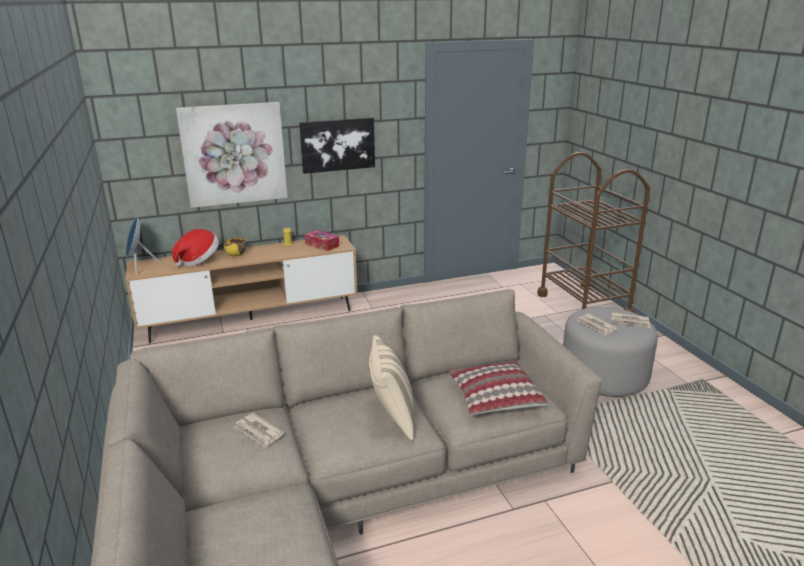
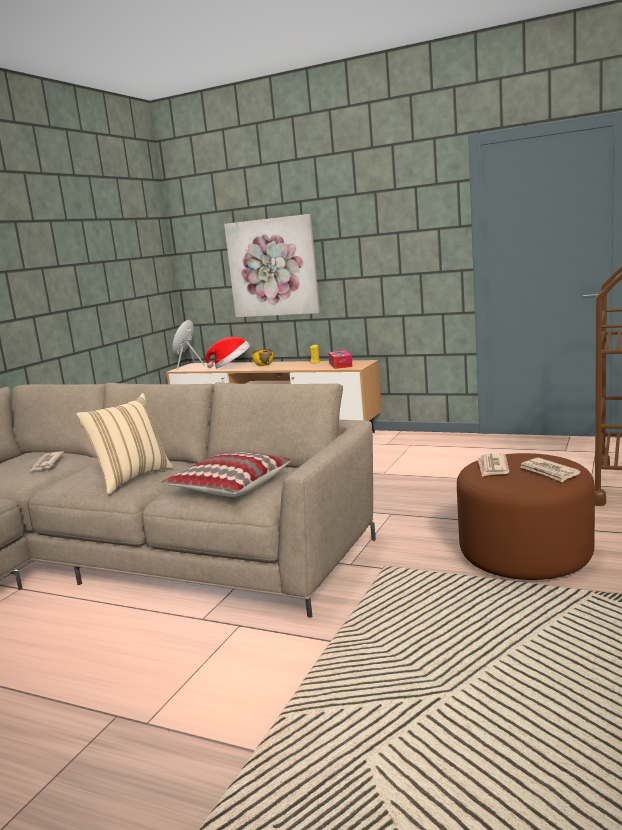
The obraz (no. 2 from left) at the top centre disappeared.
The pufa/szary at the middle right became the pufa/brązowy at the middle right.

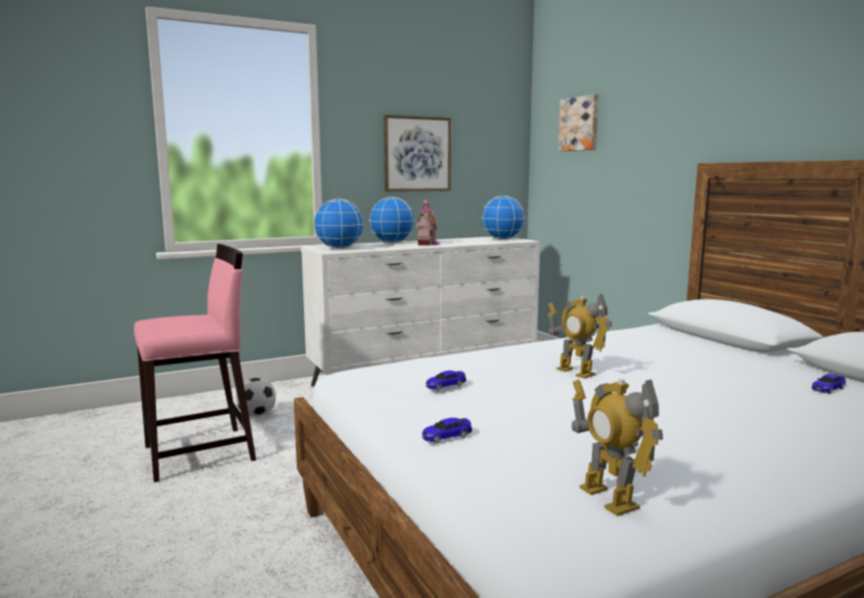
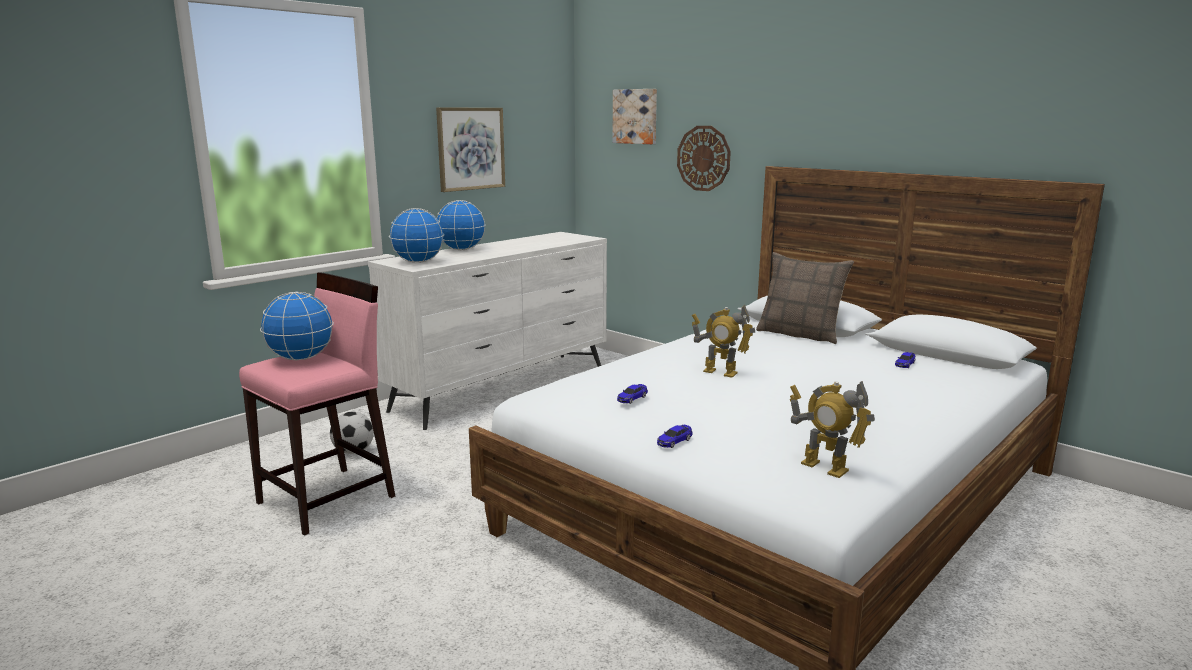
The globus (no. 3 from left in the first image) moved from the centre to the middle left.
The domek at the centre disappeared.
The zegar ścienny at the top centre appeared.
The poduszka at the middle right appeared.

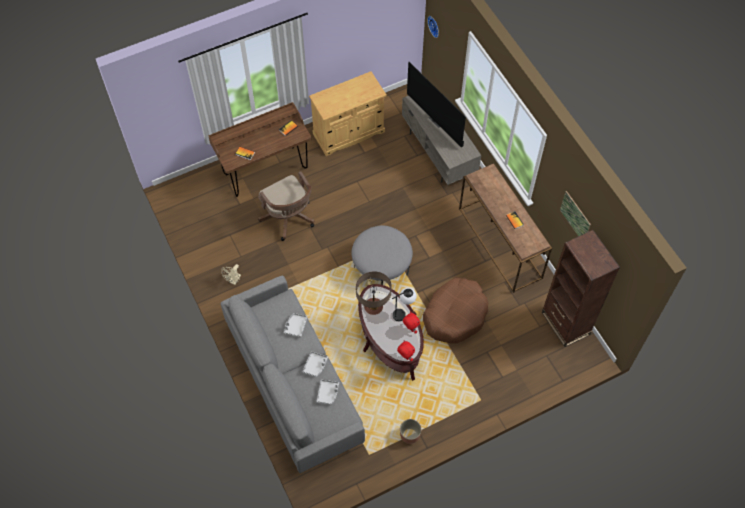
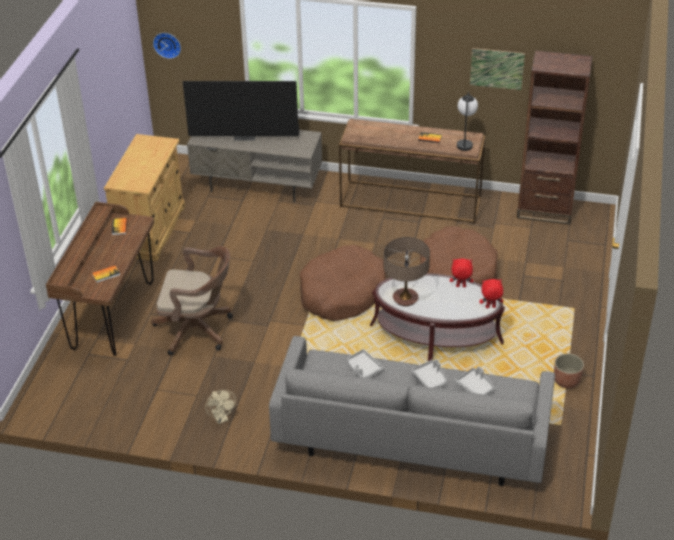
The pufa/szary at the centre was replaced by the legowisko/brązowy (no. 1 from left) at the centre.
The lampa stołowa (no. 2 from left) moved from the centre to the top right.

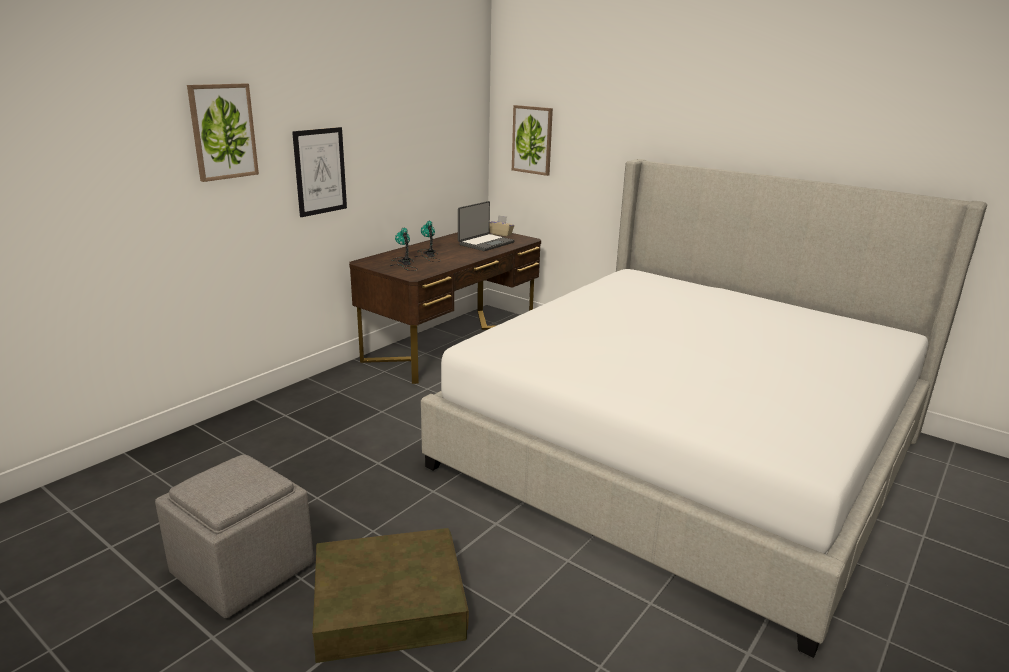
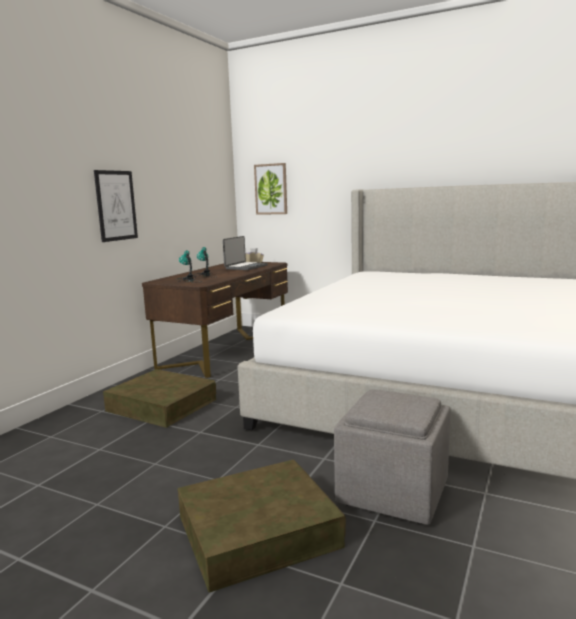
The obraz (no. 1 from left) at the top left disappeared.
The pufa/szary moved from the bottom left to the bottom right.
The pojemnik do przechowywania/brązowy (no. 1 from left) at the middle left appeared.

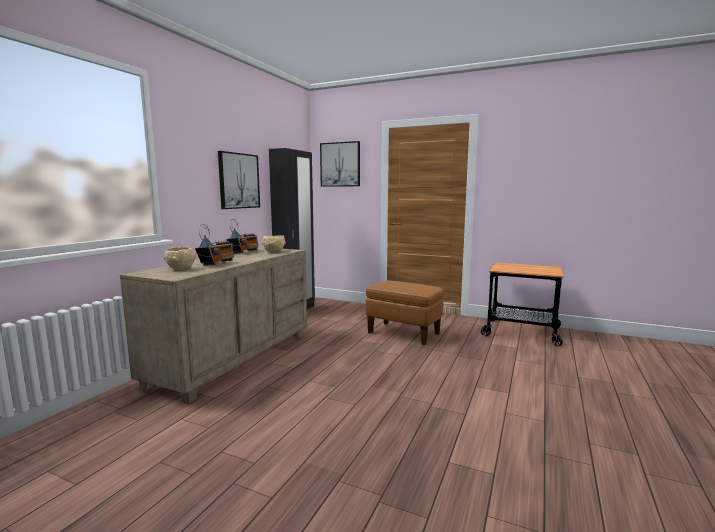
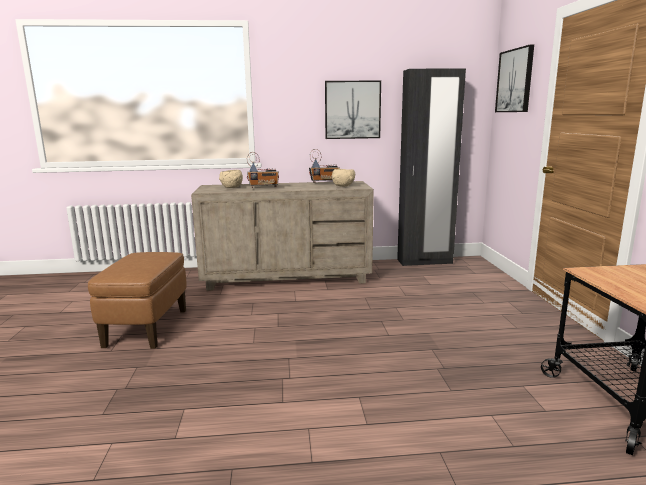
The pufa/brązowy moved from the centre to the middle left.

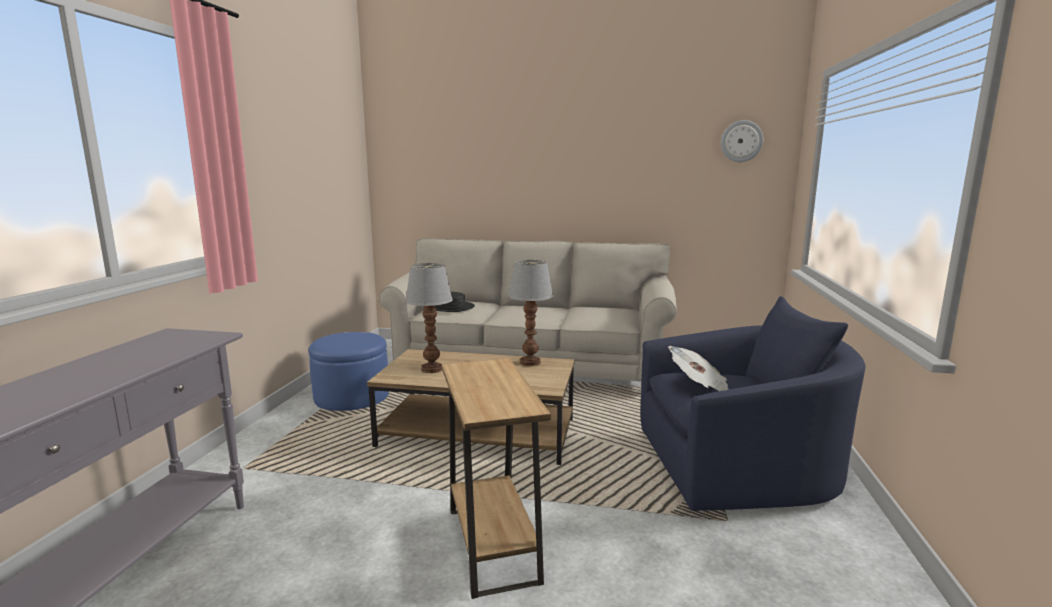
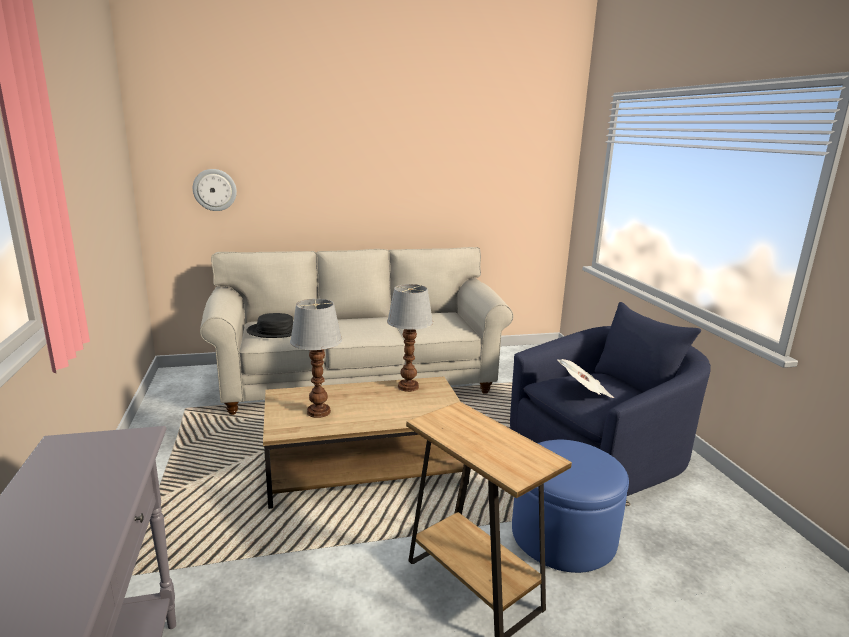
The zegar ścienny moved from the top right to the top left.
The pufa/niebieski moved from the middle left to the bottom right.

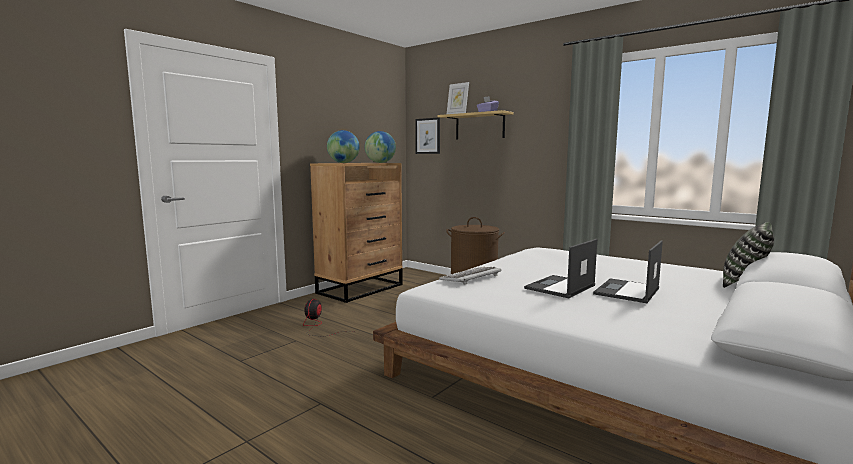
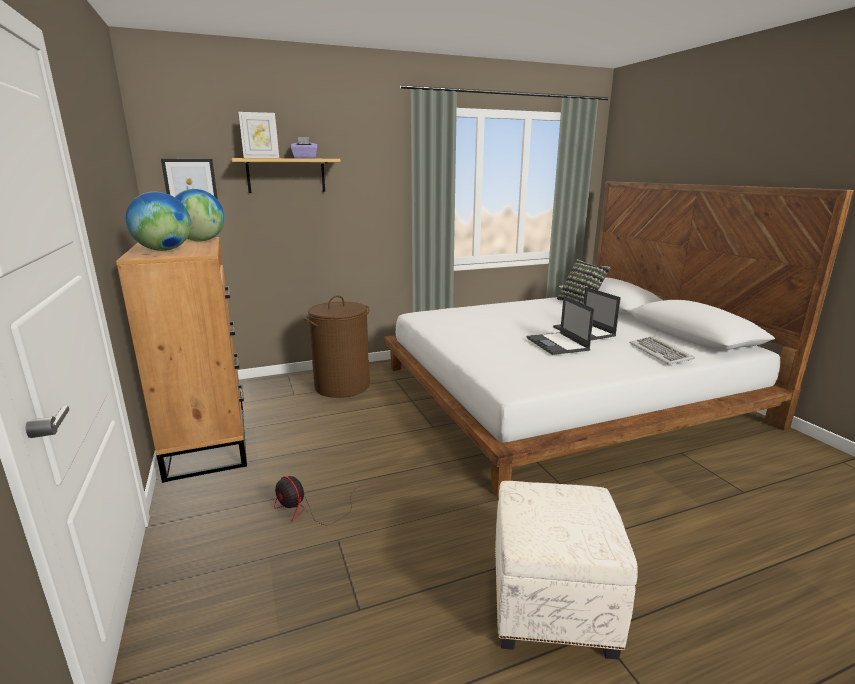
The klawiatura moved from the centre to the middle right.
The pufa/biały at the bottom centre appeared.

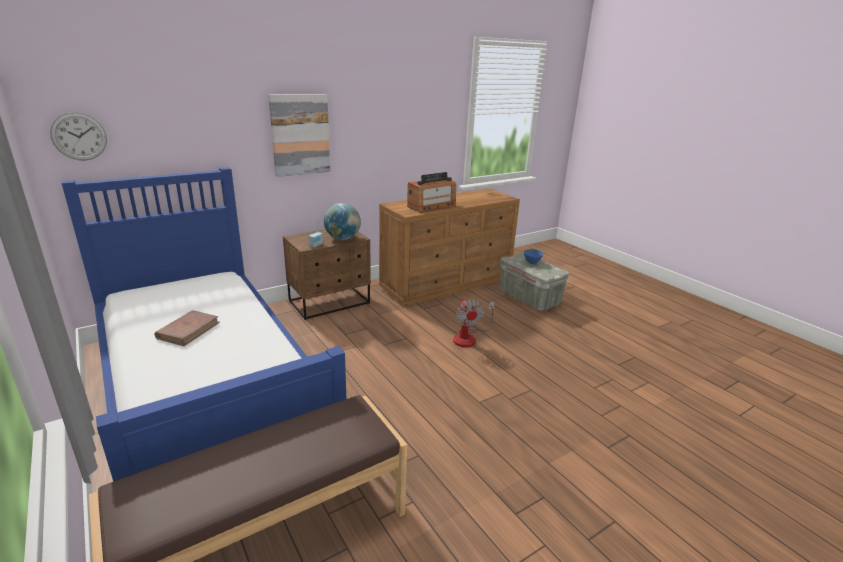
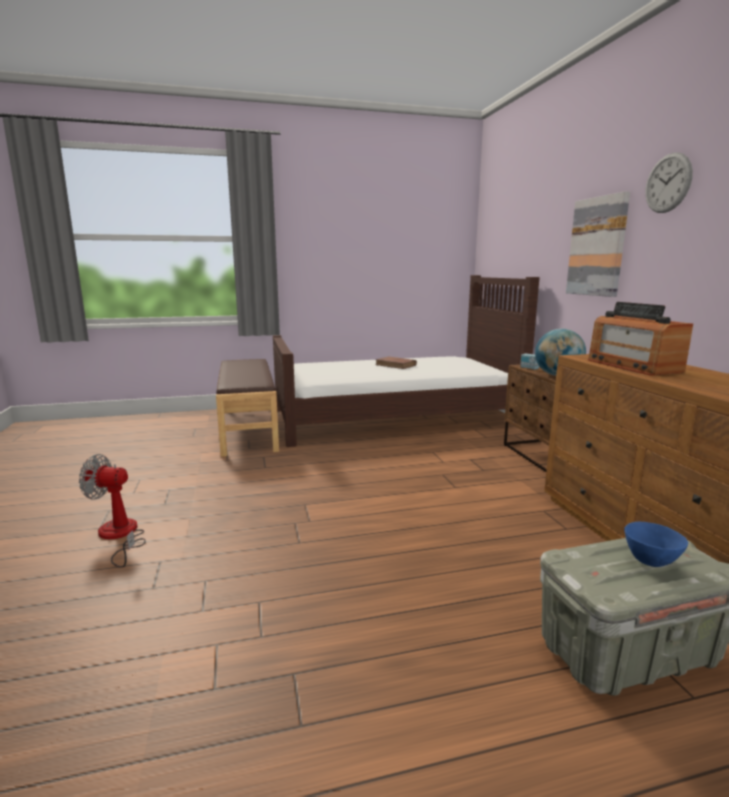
The zegar ścienny moved from the top left to the top right.
The łóżko/niebieski at the middle left became the łóżko/brązowy at the centre.
The wentylator moved from the centre to the middle left.

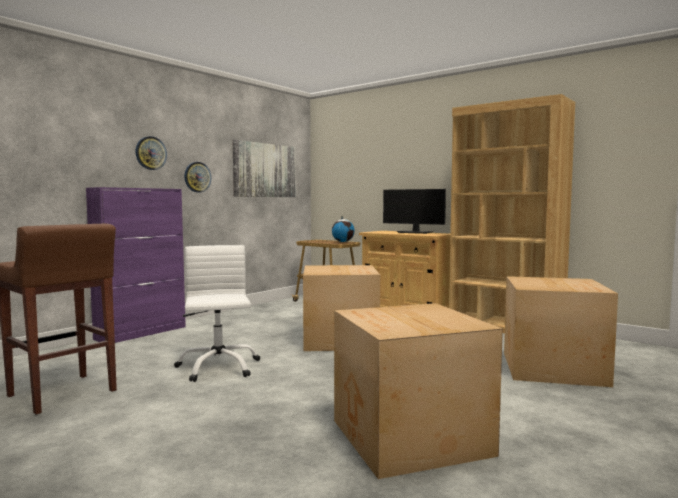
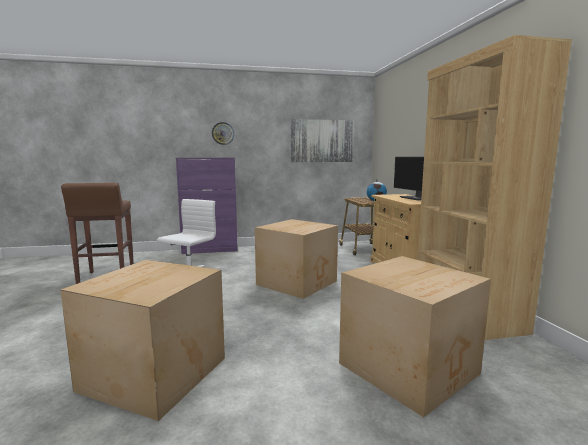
The zegar ścienny (no. 2 from left) at the middle left disappeared.

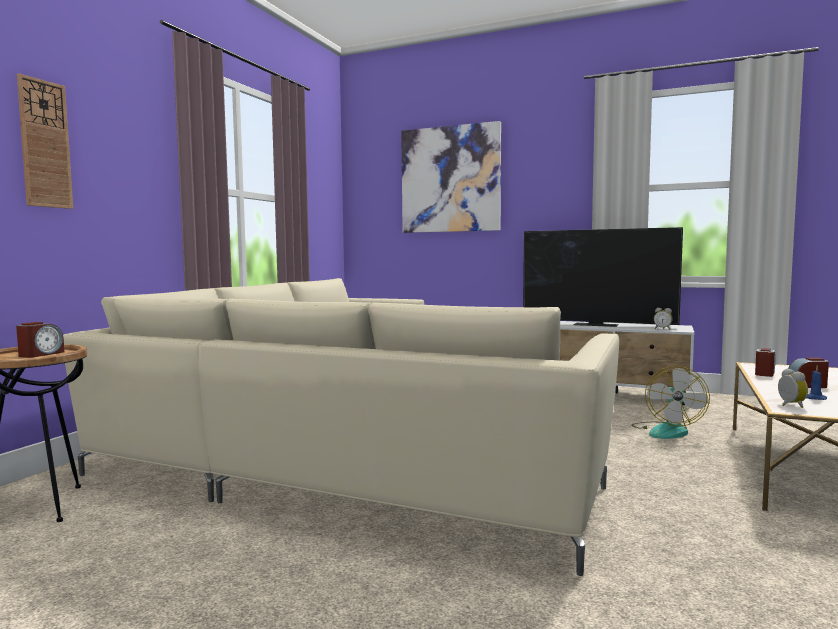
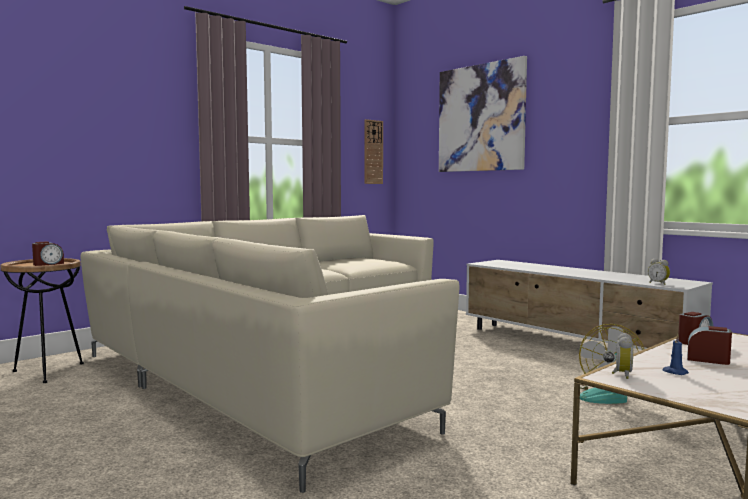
The zegar ścienny moved from the top left to the top centre.
The telewizor at the middle right disappeared.

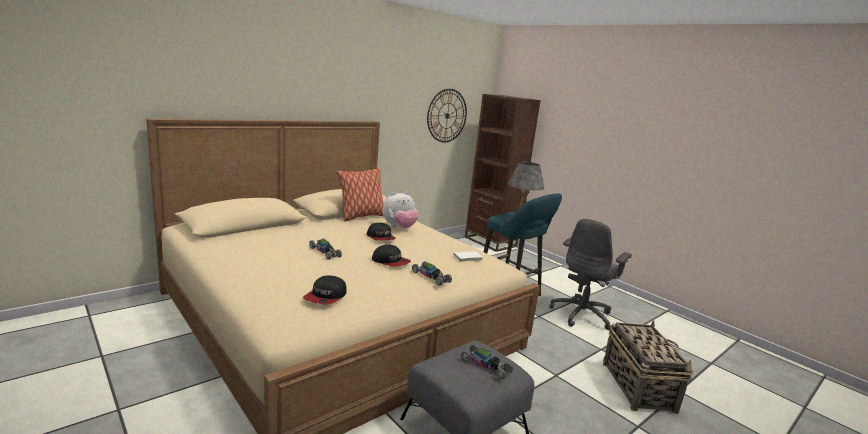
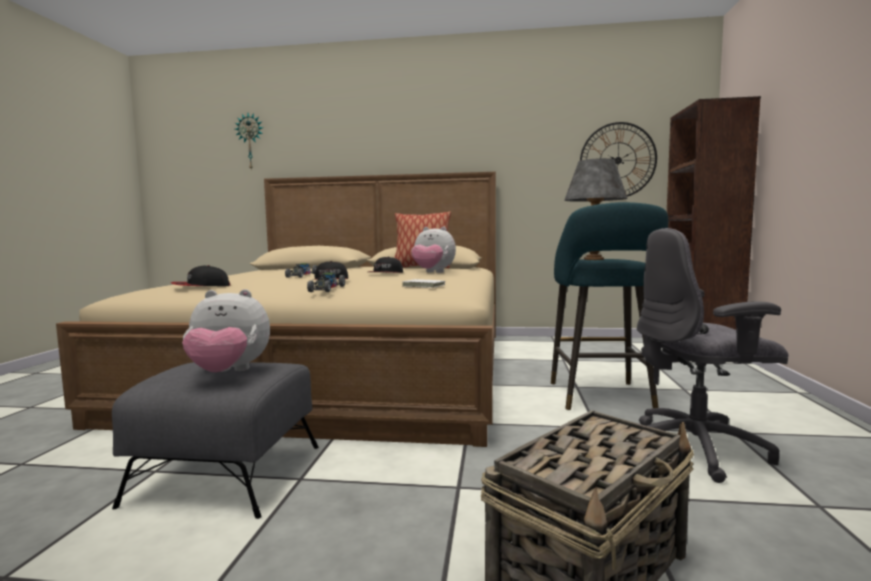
The samochodzik (no. 3 from left) at the bottom centre was replaced by the pluszak (no. 1 from left) at the middle left.
The zegar ścienny (no. 1 from left) at the top left appeared.

